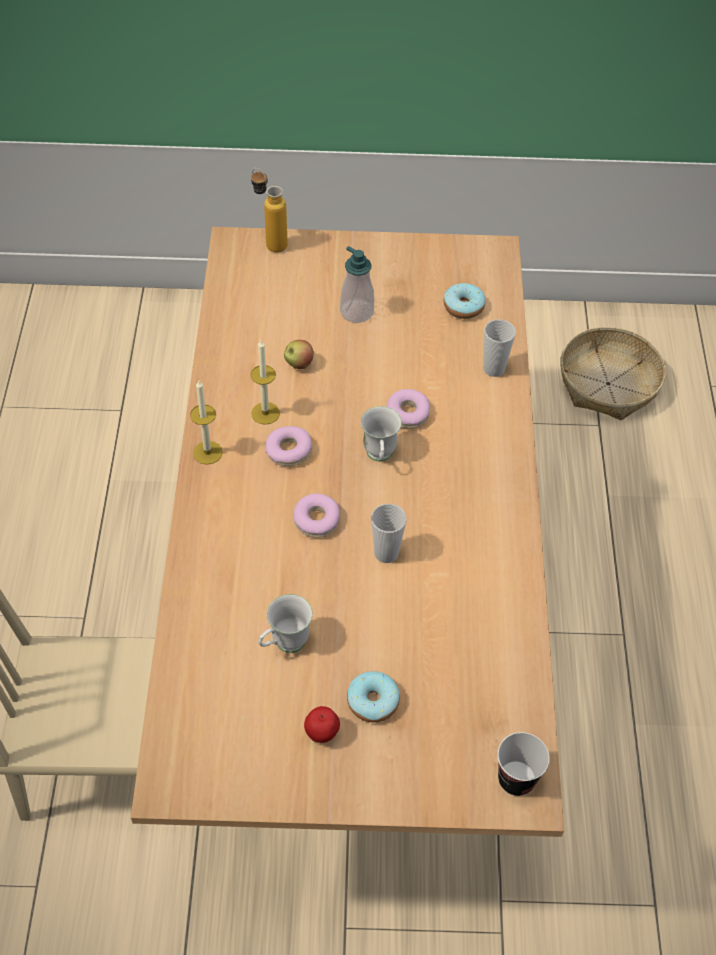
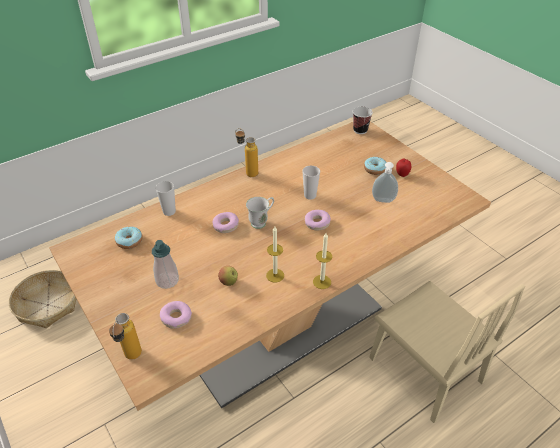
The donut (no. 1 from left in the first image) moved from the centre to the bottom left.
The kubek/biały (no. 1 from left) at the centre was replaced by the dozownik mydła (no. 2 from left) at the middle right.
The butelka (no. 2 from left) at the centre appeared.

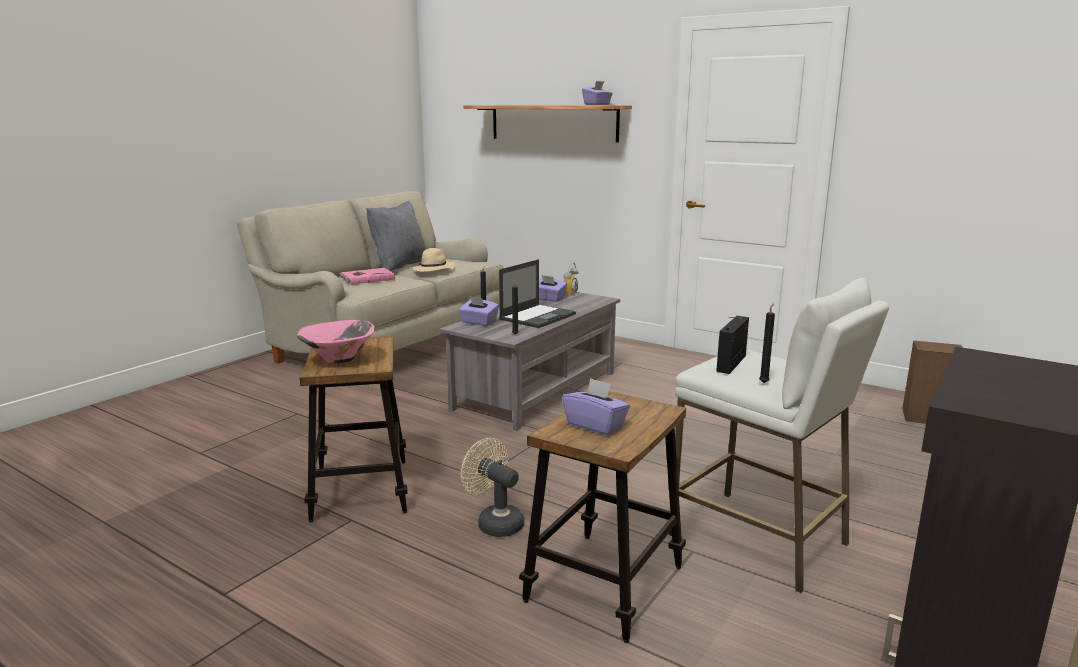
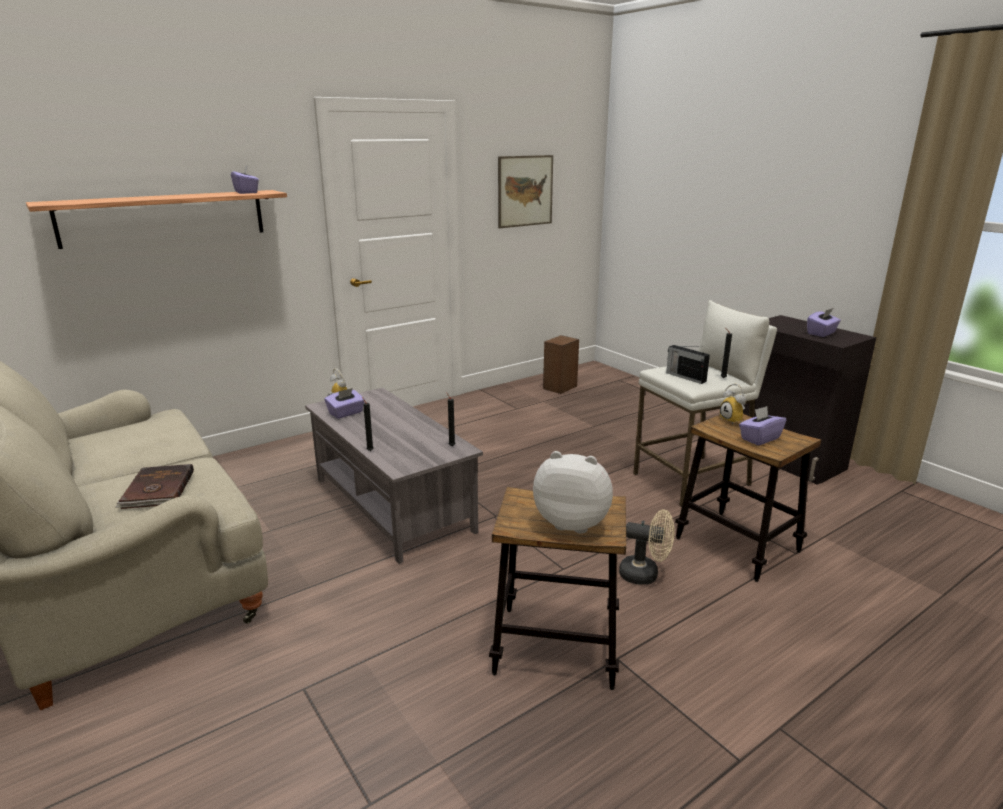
The poduszka/szary at the centre disappeared.
The kapelusz/beżowy at the centre disappeared.
The laptop at the centre disappeared.
The książka/różowy at the centre became the książka/brązowy at the middle left.
The pudełko chusteczek/fioletowy (no. 1 from left in the first image) moved from the centre to the middle right.
The miska/różowy at the middle left was replaced by the pluszak at the centre.
The wentylator/beżowy at the bottom centre turned 135 degrees counterclockwise.
The obraz at the top centre appeared.
The budzik (no. 2 from left) at the middle right appeared.

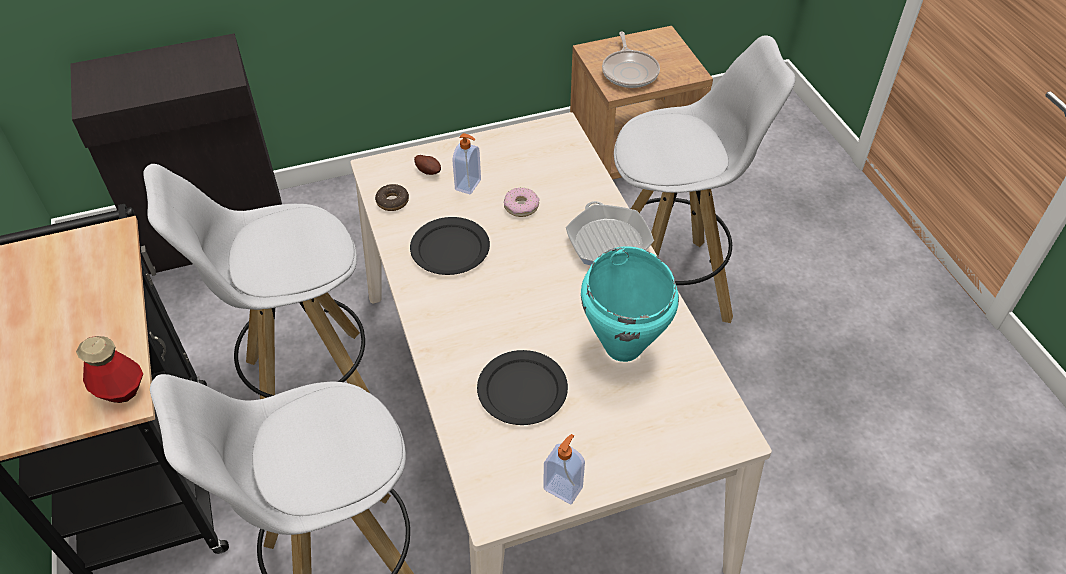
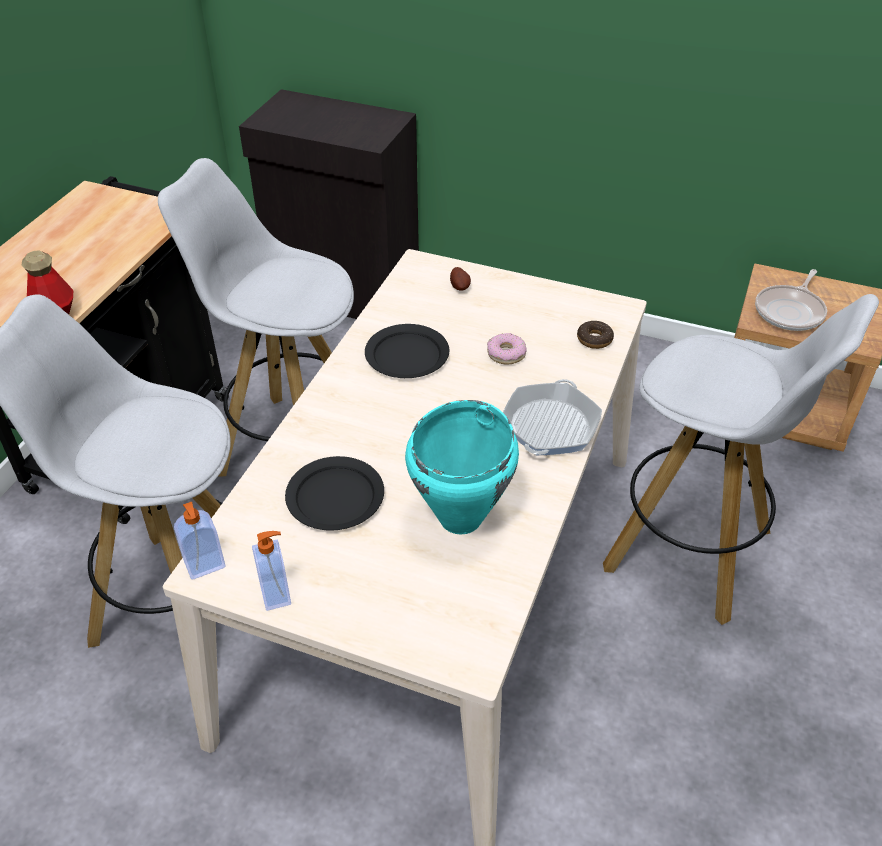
The dozownik mydła (no. 1 from left) moved from the top centre to the middle left.
The donut (no. 1 from left in the first image) moved from the centre to the middle right.

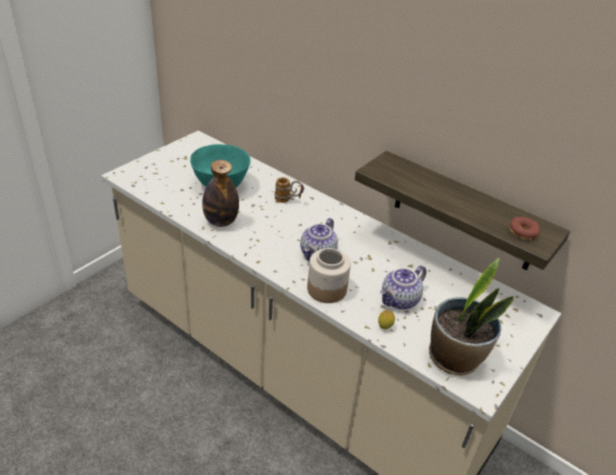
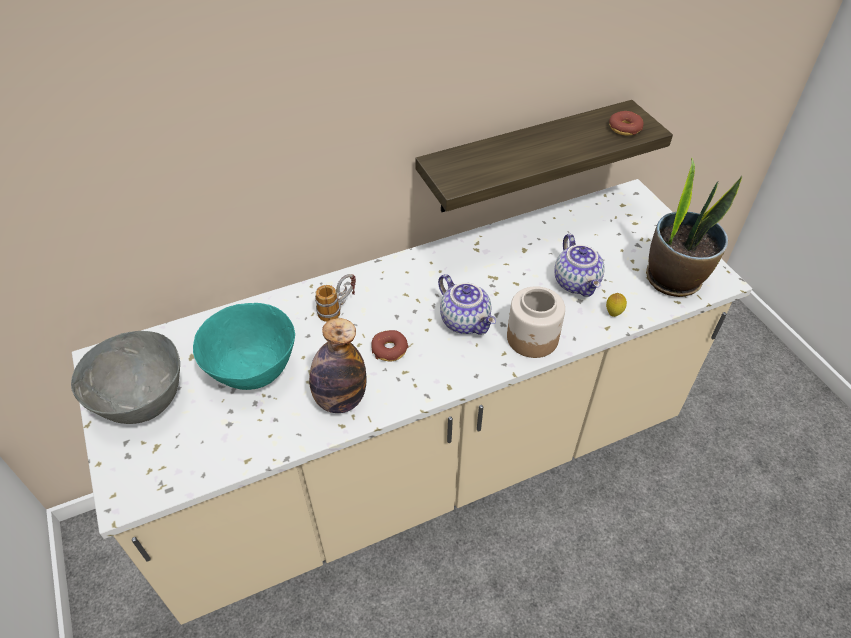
The donut (no. 1 from left) at the centre appeared.
The miska/szary at the middle left appeared.

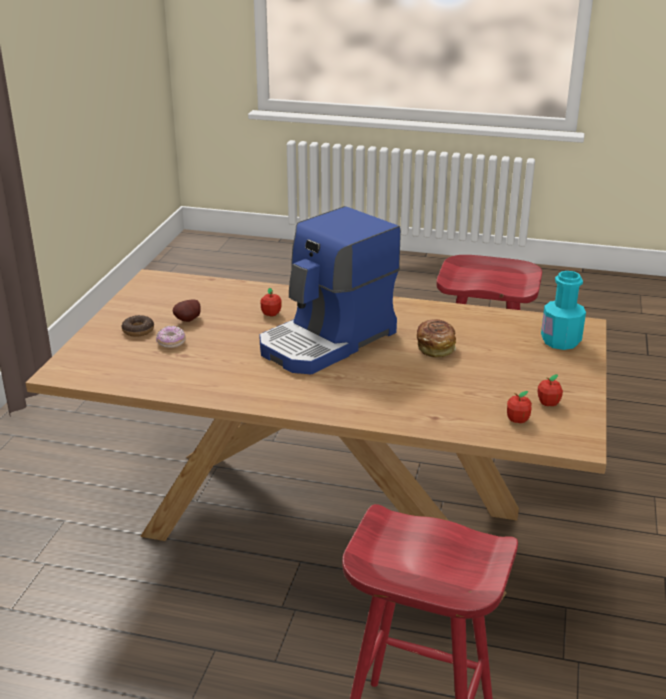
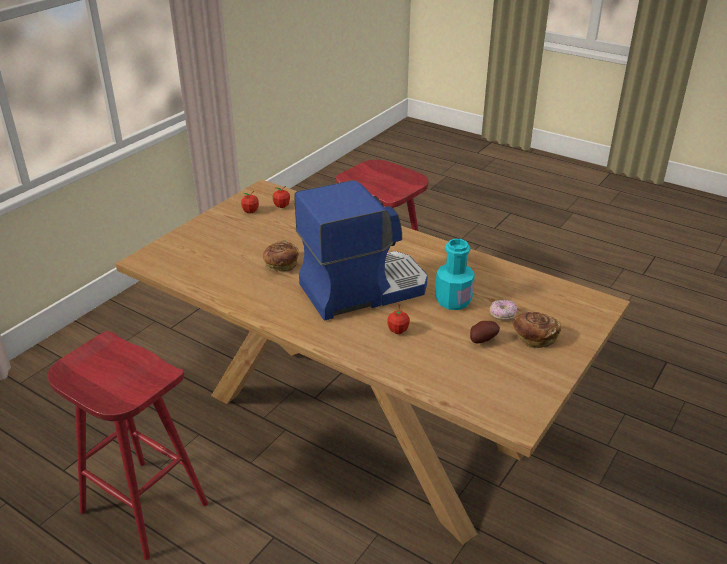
The butelka/turkusowy moved from the middle right to the centre.
The donut (no. 1 from left) at the middle left was replaced by the chleb (no. 2 from left) at the middle right.

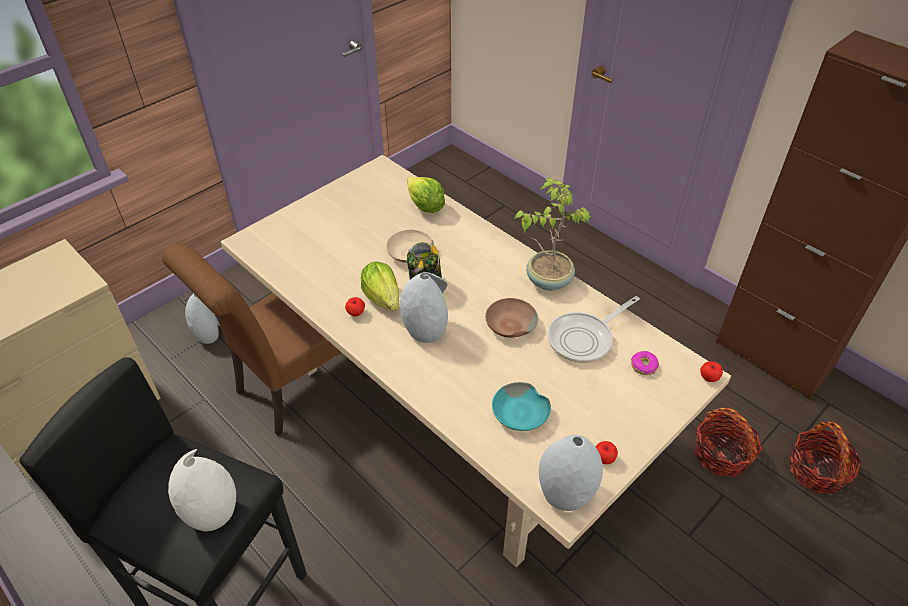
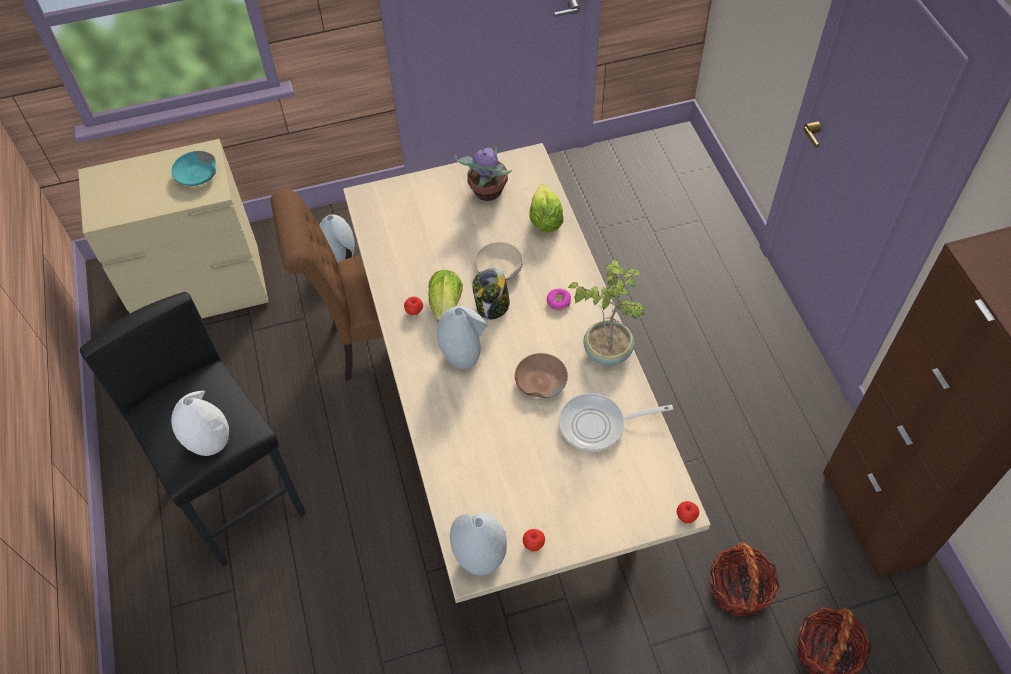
The donut moved from the middle right to the centre.
The miska/turkusowy moved from the bottom centre to the top left.
The roślina doniczkowa (no. 1 from left) at the top centre appeared.

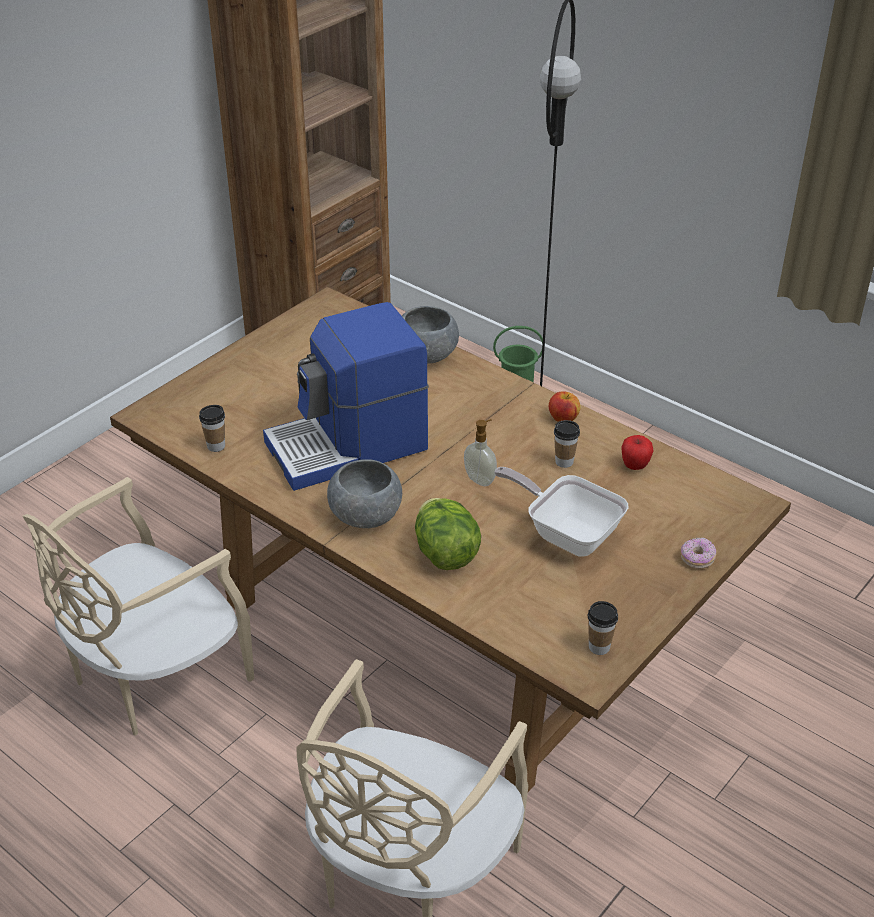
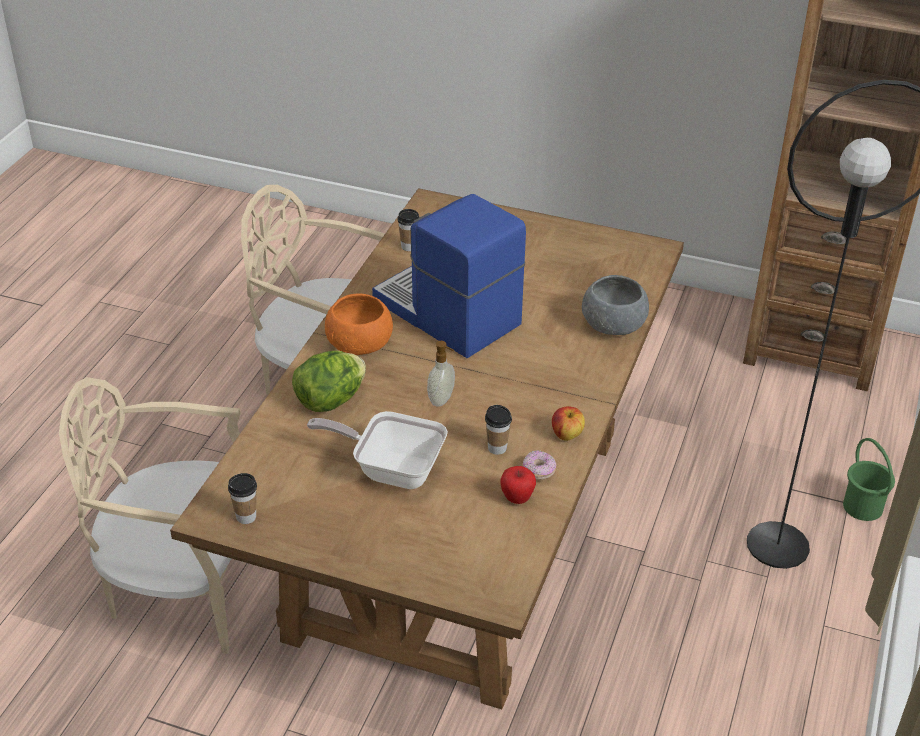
The miska/szary (no. 1 from left) at the centre became the miska/pomarańczowy at the centre.
The patelnia at the centre turned 90 degrees counterclockwise.
The donut moved from the middle right to the centre.

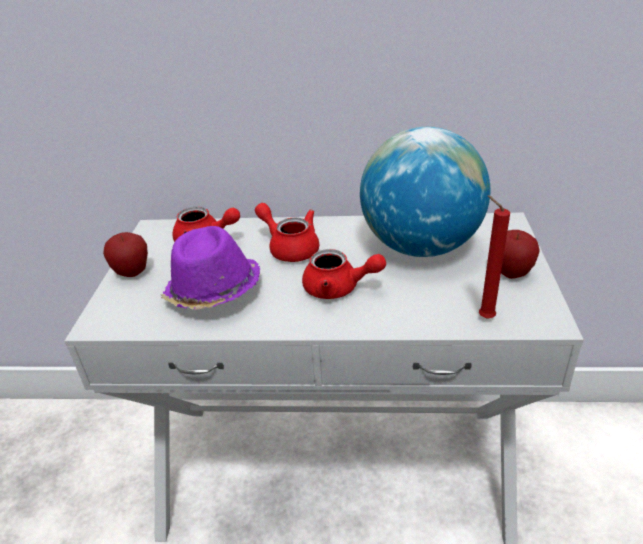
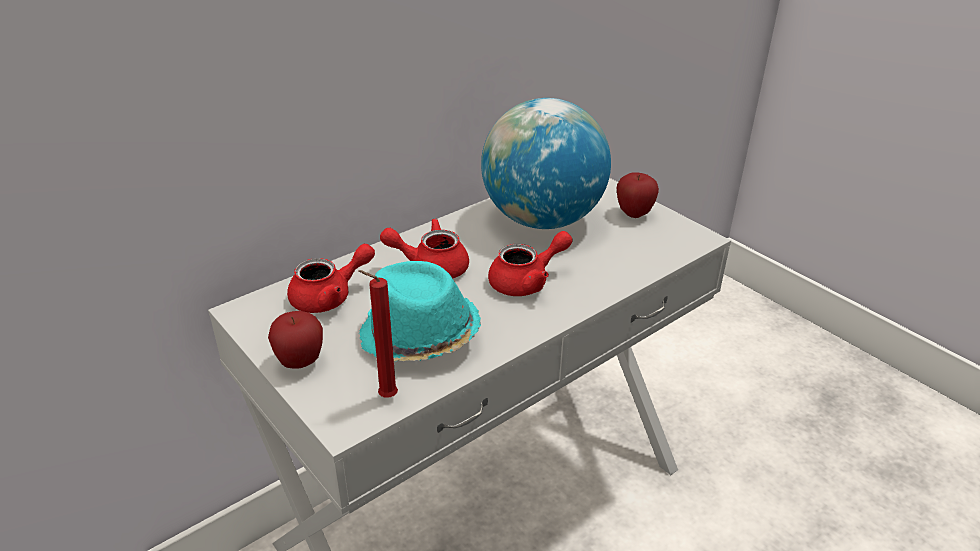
The świeca/czerwony moved from the middle right to the centre.
The kapelusz/fioletowy at the middle left became the kapelusz/turkusowy at the centre.

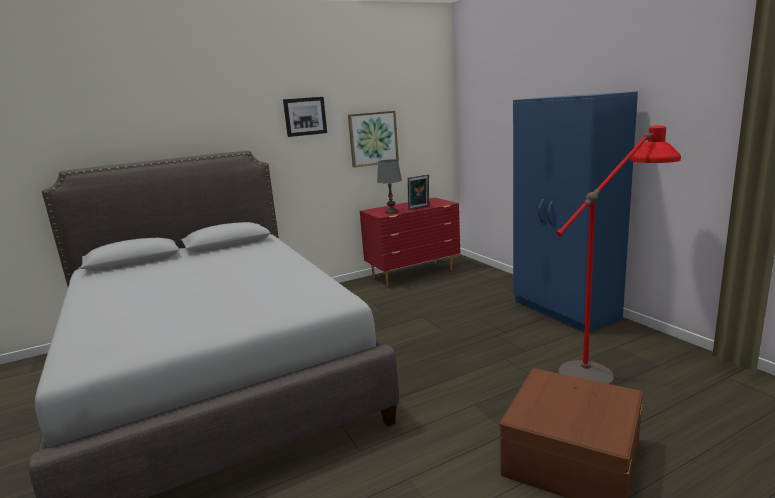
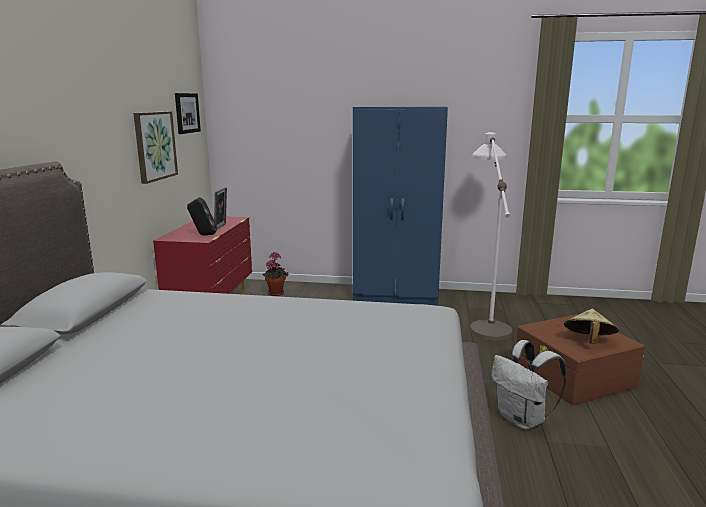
The obraz (no. 1 from left in the first image) moved from the top centre to the top left.
The lampa stojąca/czerwony at the middle right became the lampa stojąca/biały at the middle right.
The lampa stołowa/szary at the centre was replaced by the głośnik/czarny at the middle left.
The roślina doniczkowa at the centre appeared.
The kapelusz/beżowy at the middle right appeared.
The plecak/biały at the bottom right appeared.

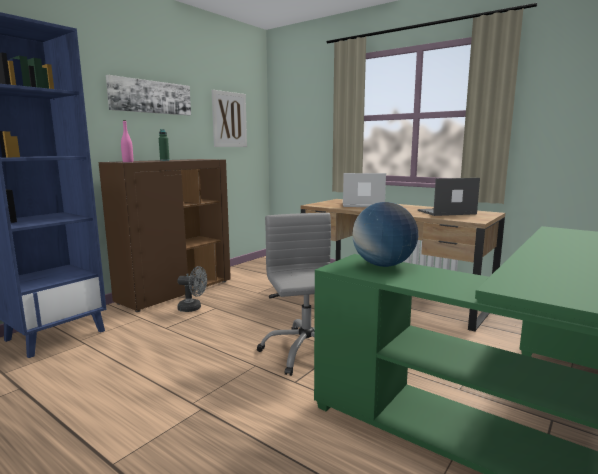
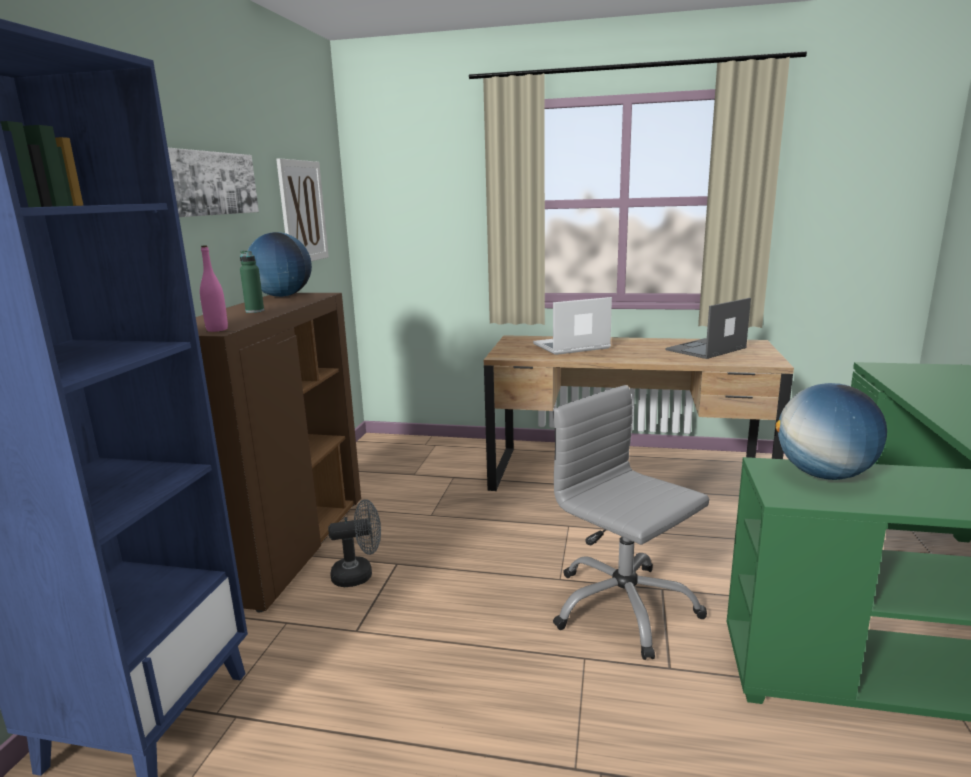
The globus (no. 1 from left) at the middle left appeared.

